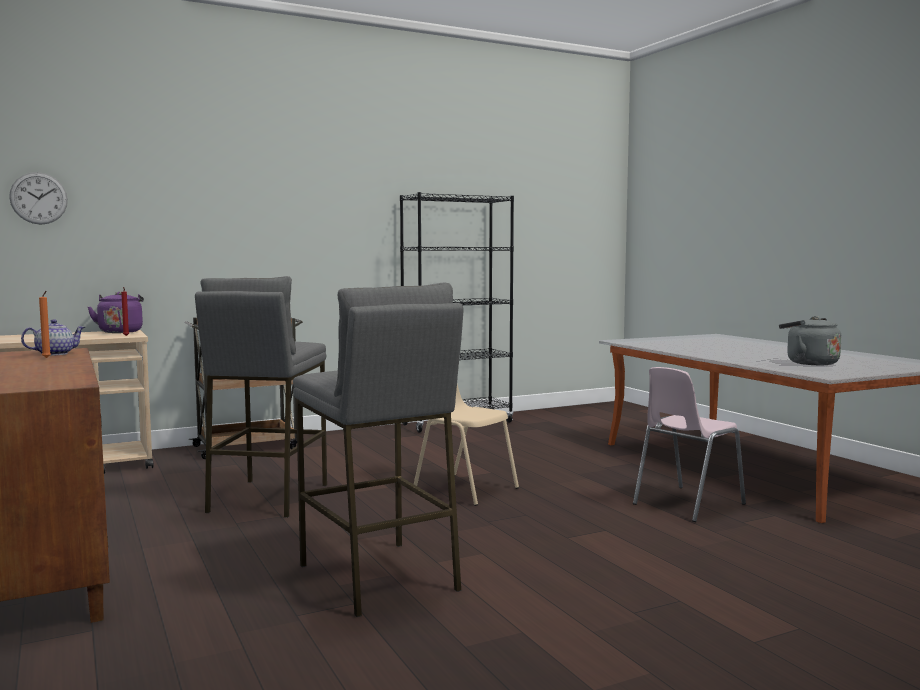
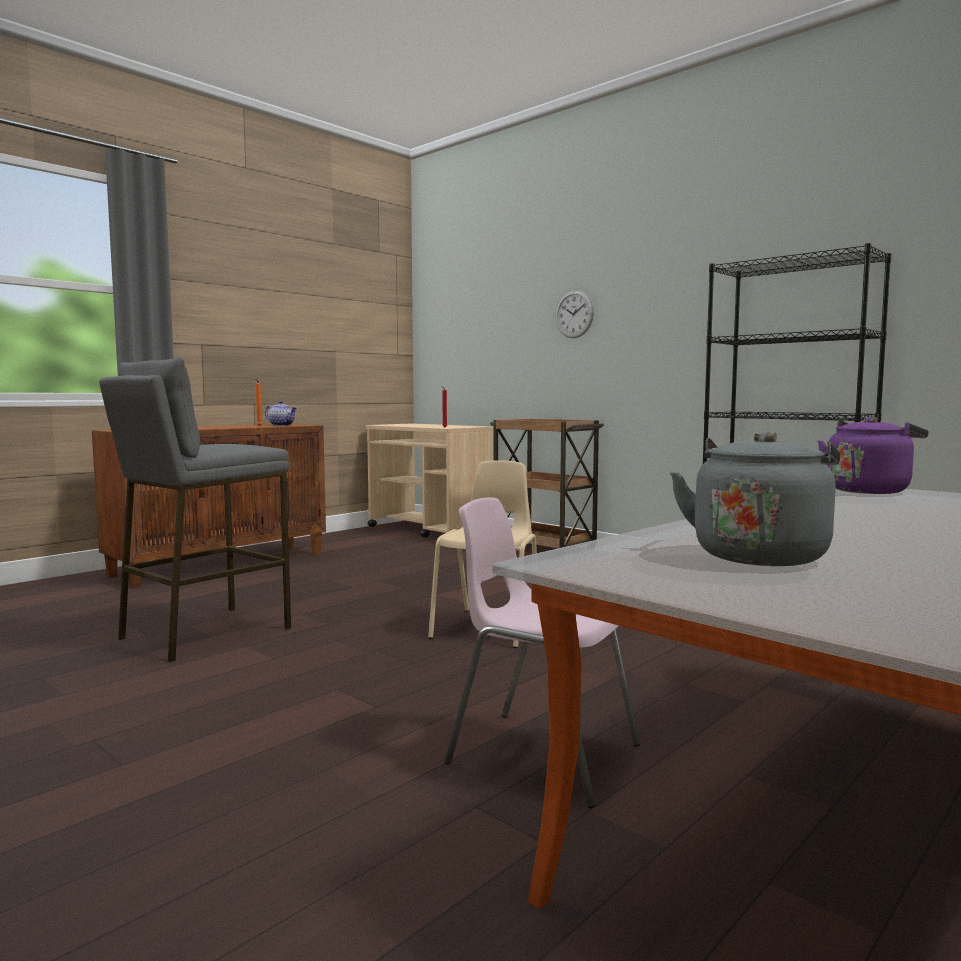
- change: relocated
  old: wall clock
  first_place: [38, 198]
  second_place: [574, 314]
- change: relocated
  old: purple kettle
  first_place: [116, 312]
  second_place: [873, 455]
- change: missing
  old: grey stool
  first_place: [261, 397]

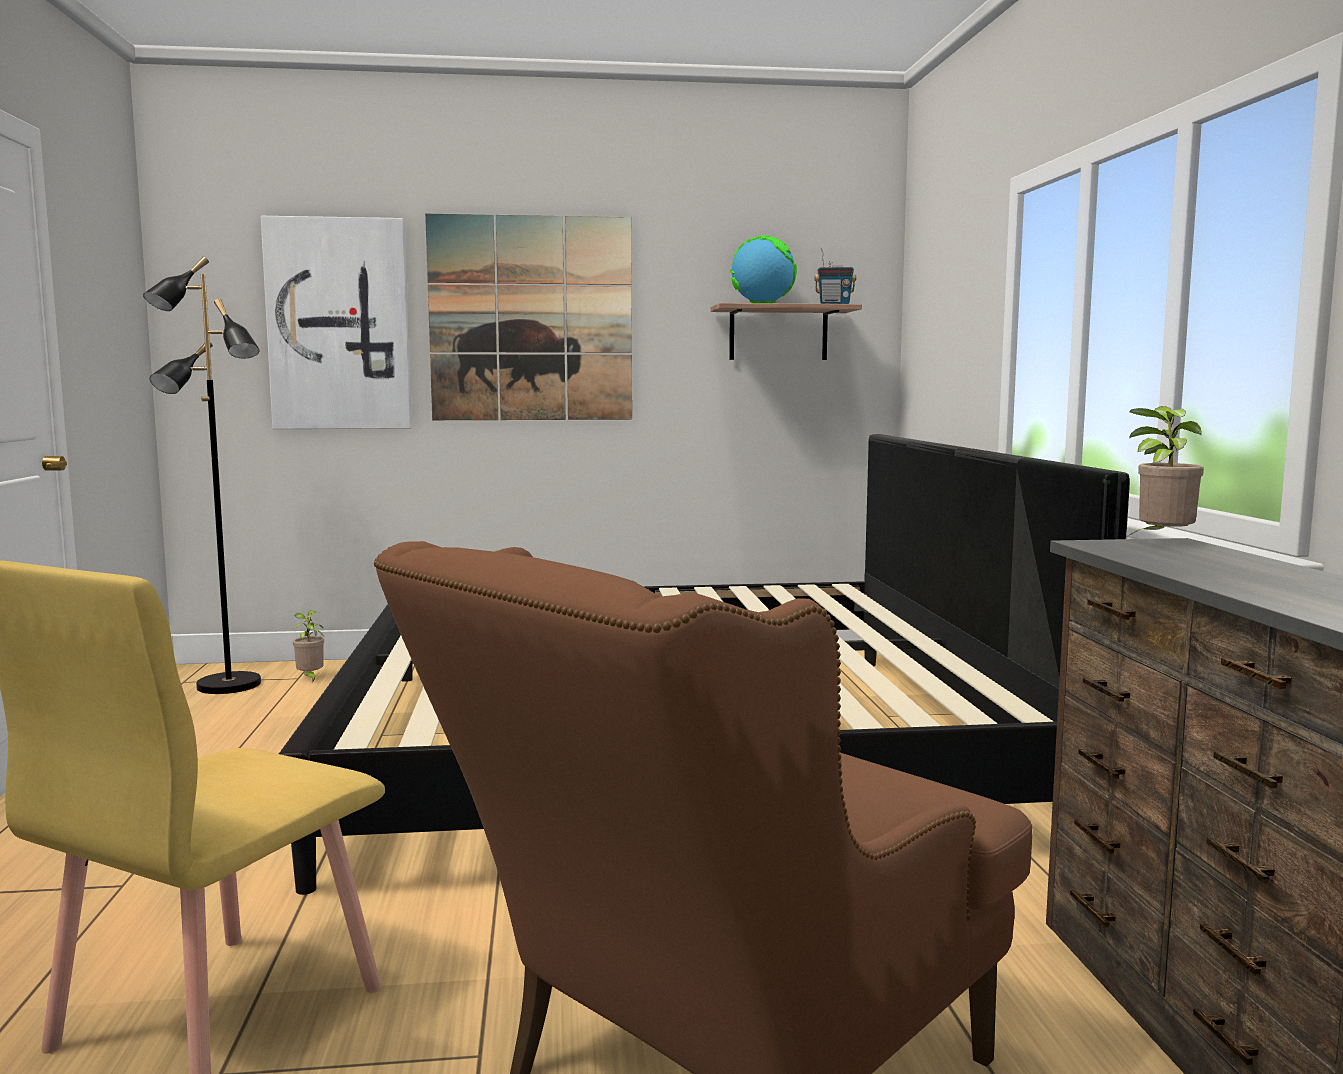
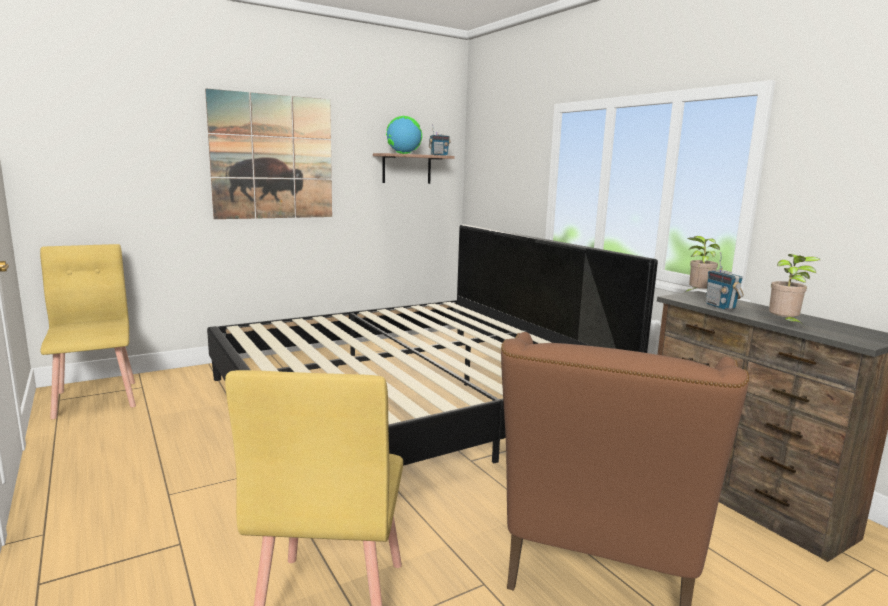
- change: exchanged
  old: black floor lamp
  new: yellow chair
  first_place: [202, 475]
  second_place: [88, 331]
- change: appeared
  new: radio
  second_place: [725, 281]
- change: relocated
  old: potted plant
  first_place: [307, 645]
  second_place: [794, 288]
- change: missing
  old: picture
  first_place: [336, 322]

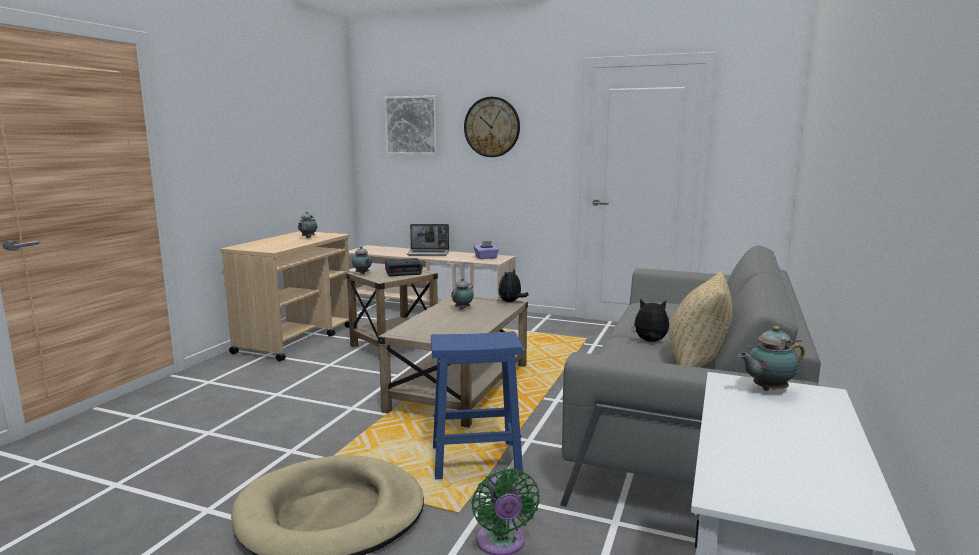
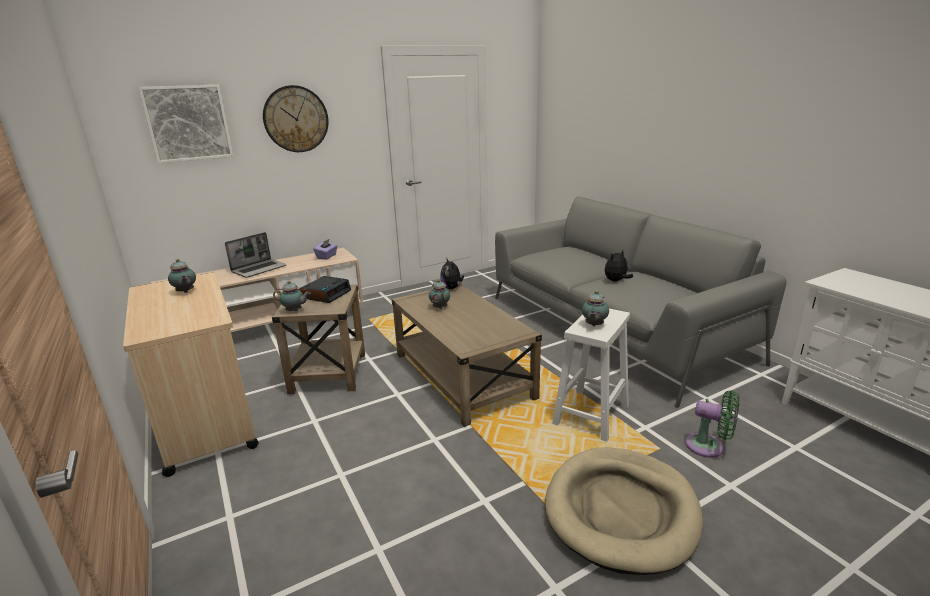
- change: colour
  old: blue stool
  new: white stool
  first_place: [477, 405]
  second_place: [591, 375]
- change: relocated
  old: teapot
  first_place: [771, 358]
  second_place: [595, 308]
- change: missing
  old: beige pillow
  first_place: [700, 319]

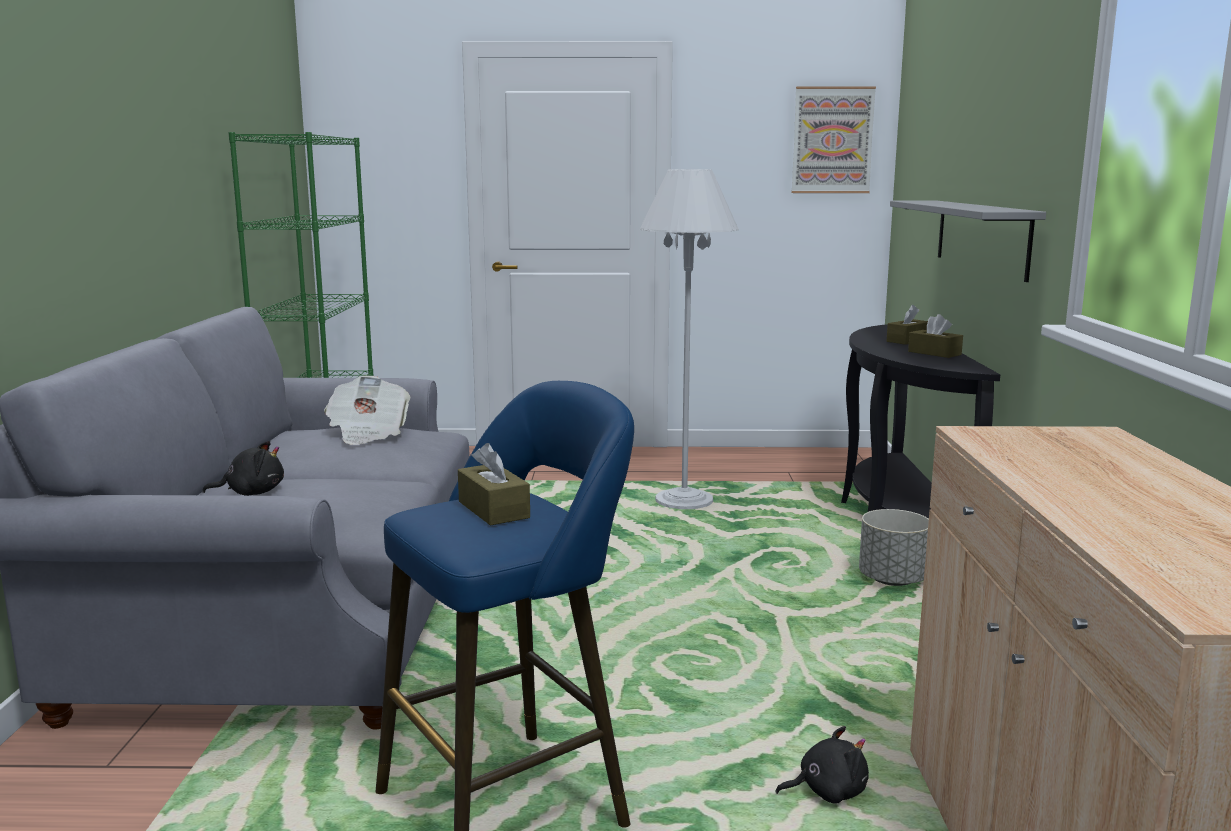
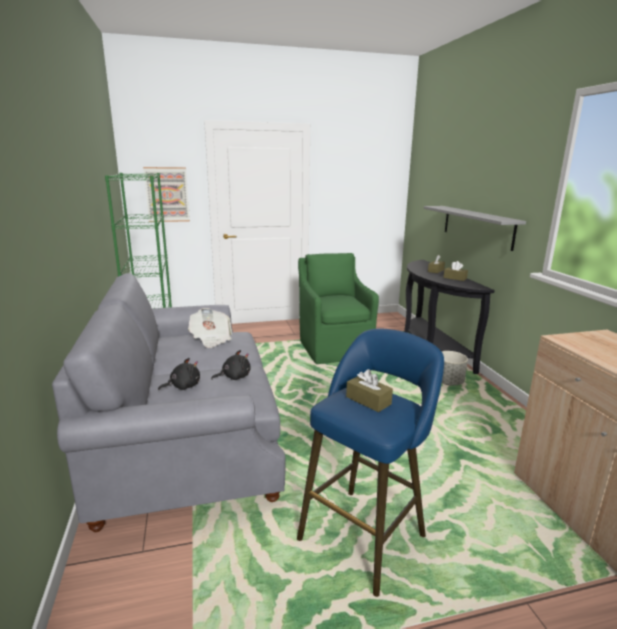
- change: relocated
  old: picture
  first_place: [834, 139]
  second_place: [166, 194]
- change: relocated
  old: black plush toy
  first_place: [822, 765]
  second_place: [231, 365]
- change: exchanged
  old: white floor lamp
  new: green armchair
  first_place: [689, 339]
  second_place: [338, 308]

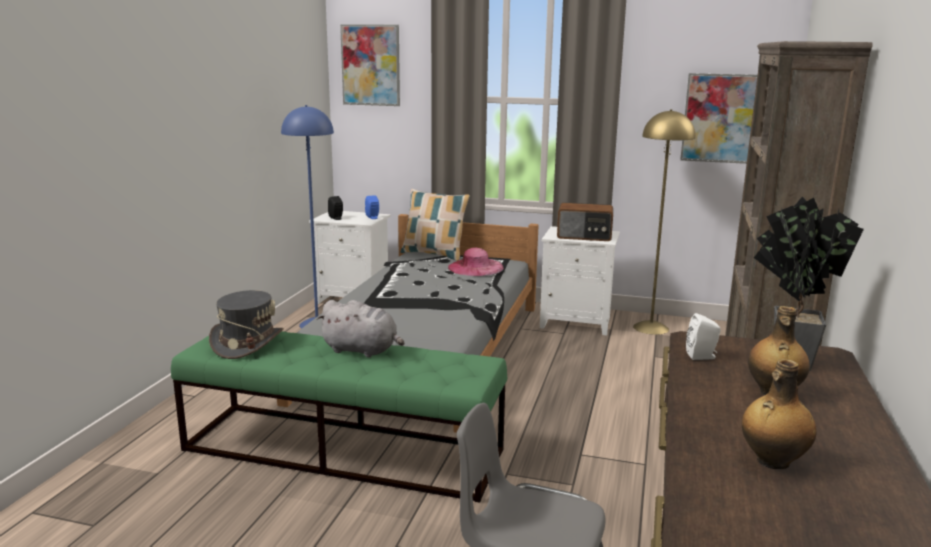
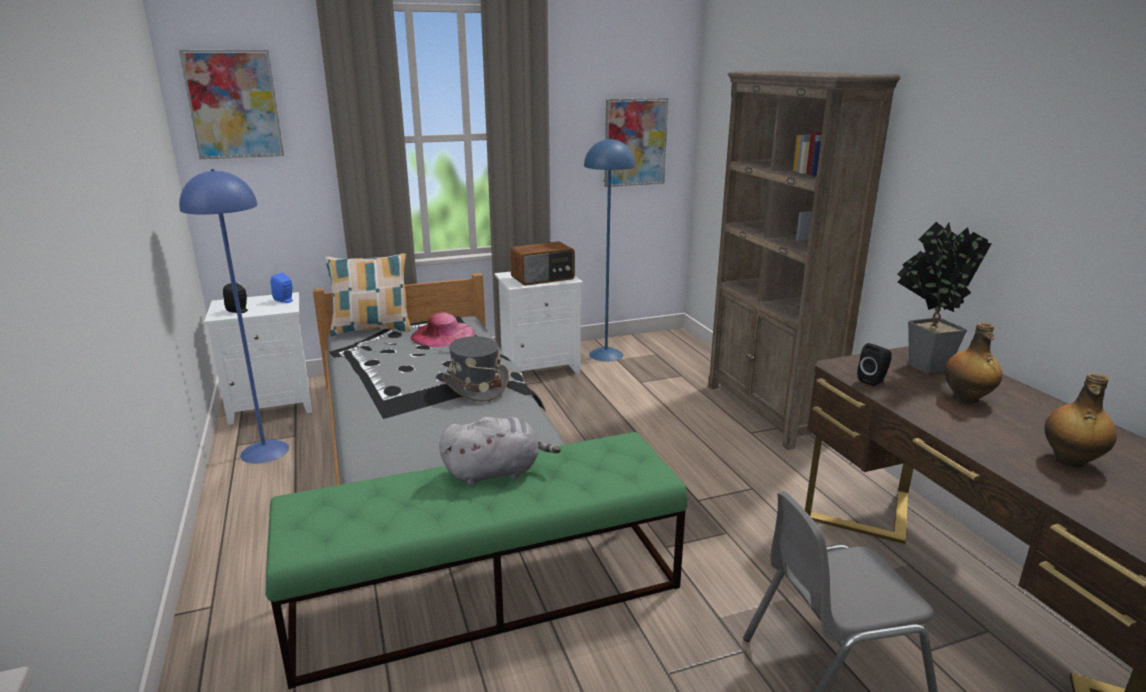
- change: relocated
  old: grey hat
  first_place: [246, 324]
  second_place: [475, 369]
- change: colour
  old: yellow floor lamp
  new: blue floor lamp
  first_place: [664, 222]
  second_place: [609, 250]
- change: colour
  old: white speaker
  new: black speaker
  first_place: [703, 336]
  second_place: [874, 364]

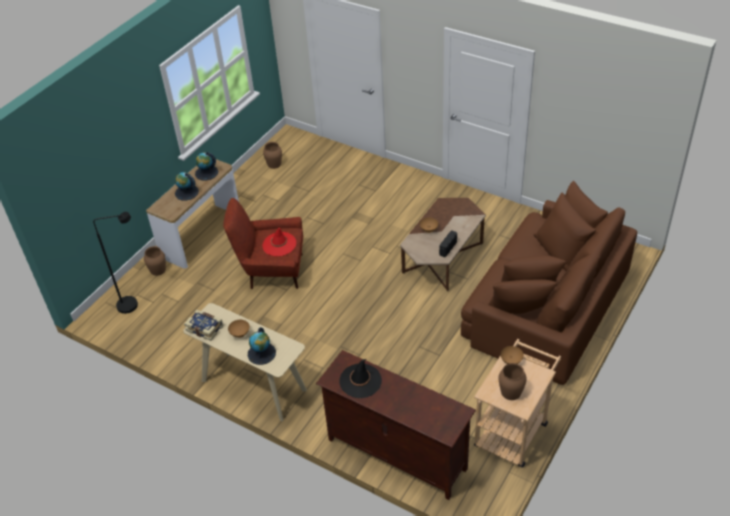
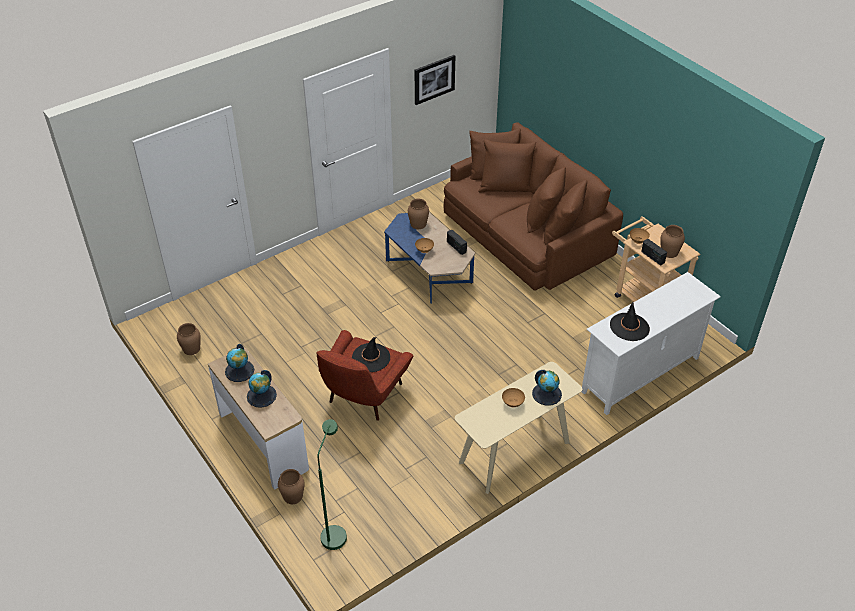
- change: colour
  old: black floor lamp
  new: green floor lamp
  first_place: [115, 263]
  second_place: [332, 484]
- change: colour
  old: red hat
  new: black hat
  first_place: [279, 242]
  second_place: [371, 354]
- change: colour
  old: brown coffee table
  new: blue coffee table
  first_place: [443, 244]
  second_place: [429, 258]
- change: appeared
  new: brown vase
  second_place: [418, 214]
- change: appeared
  new: picture
  second_place: [435, 80]
- change: colour
  old: brown tv stand
  new: white tv stand
  first_place: [396, 425]
  second_place: [651, 343]
- change: appeared
  new: radio
  second_place: [654, 252]
- change: missing
  old: book
  first_place: [203, 325]

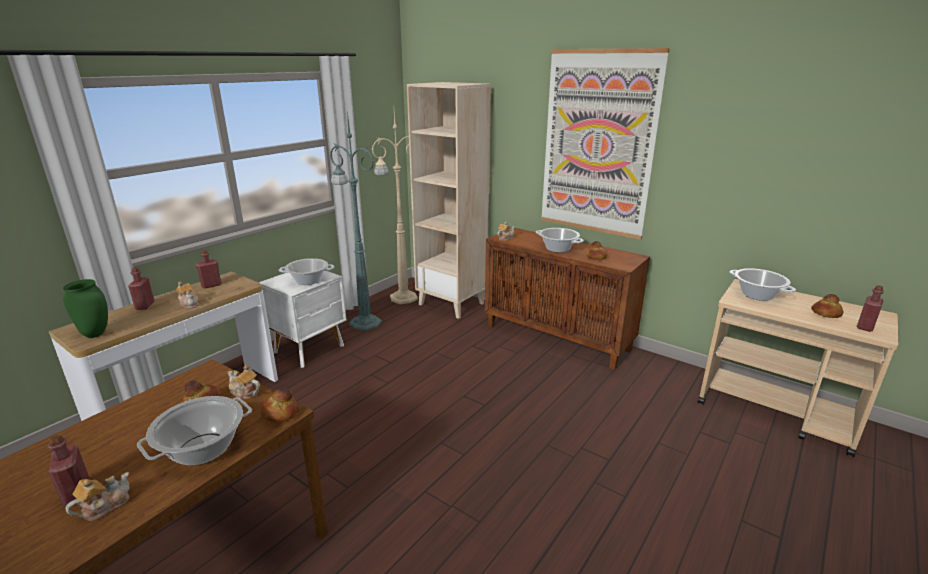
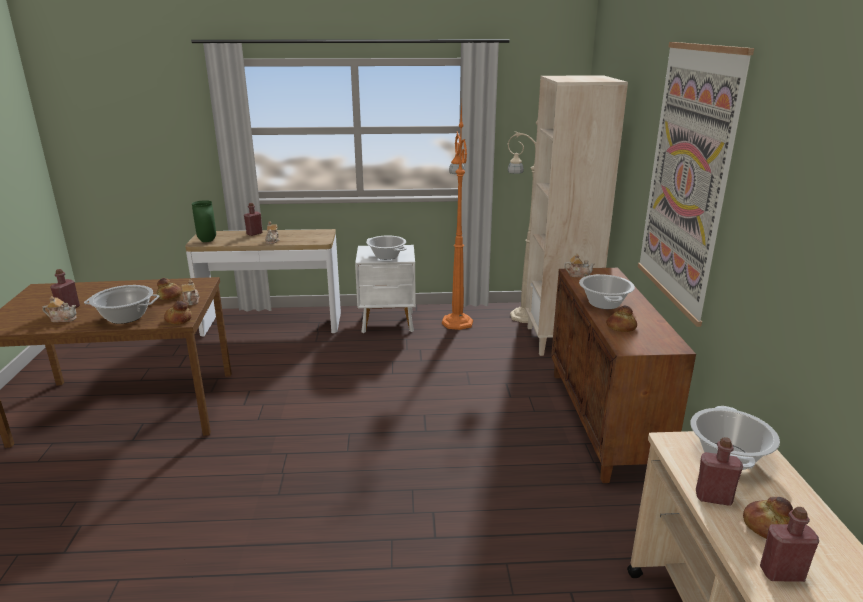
- change: colour
  old: green floor lamp
  new: orange floor lamp
  first_place: [356, 221]
  second_place: [457, 215]
- change: relocated
  old: red bottle
  first_place: [208, 268]
  second_place: [719, 471]

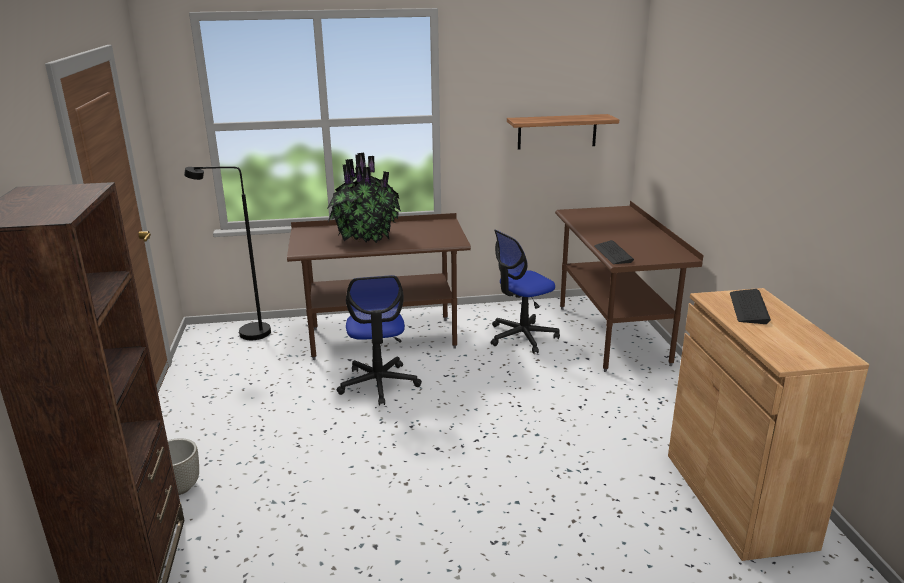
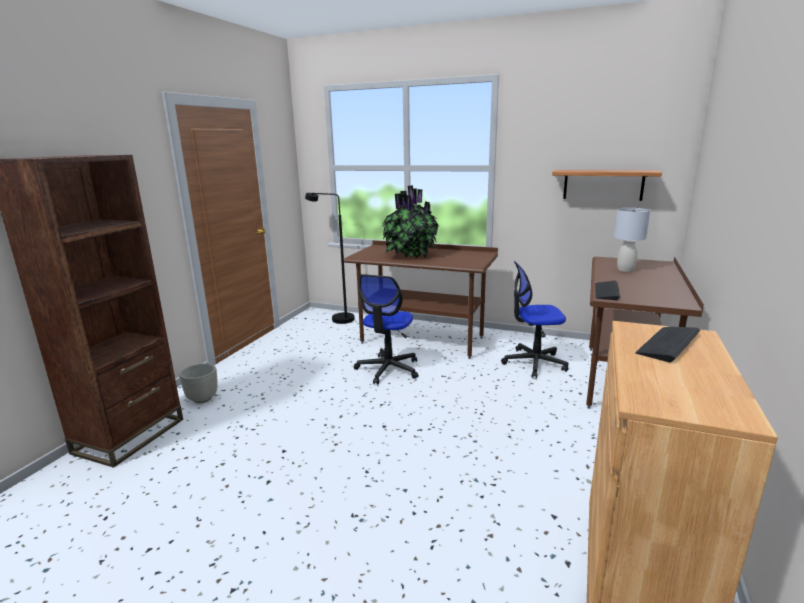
- change: appeared
  new: grey table lamp
  second_place: [632, 240]

